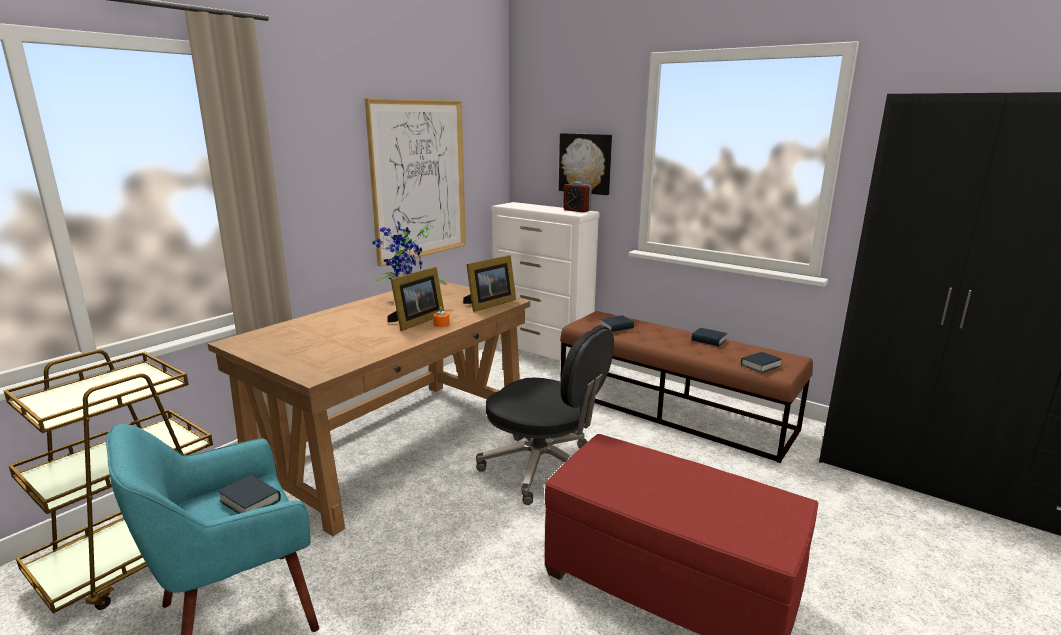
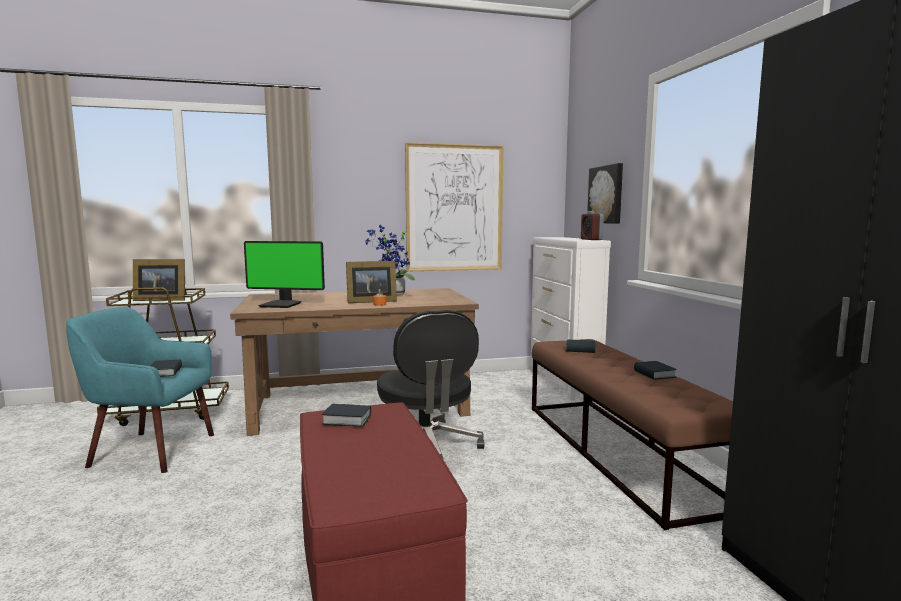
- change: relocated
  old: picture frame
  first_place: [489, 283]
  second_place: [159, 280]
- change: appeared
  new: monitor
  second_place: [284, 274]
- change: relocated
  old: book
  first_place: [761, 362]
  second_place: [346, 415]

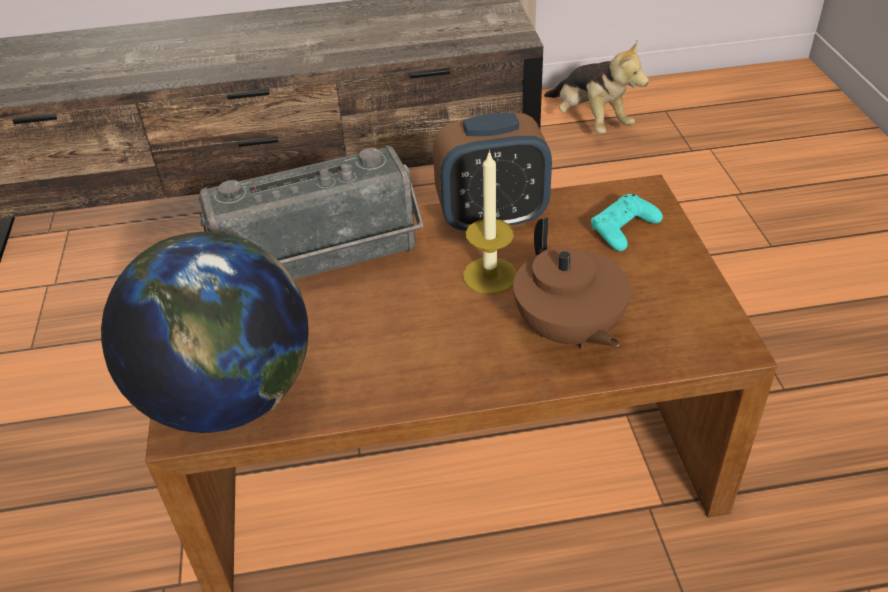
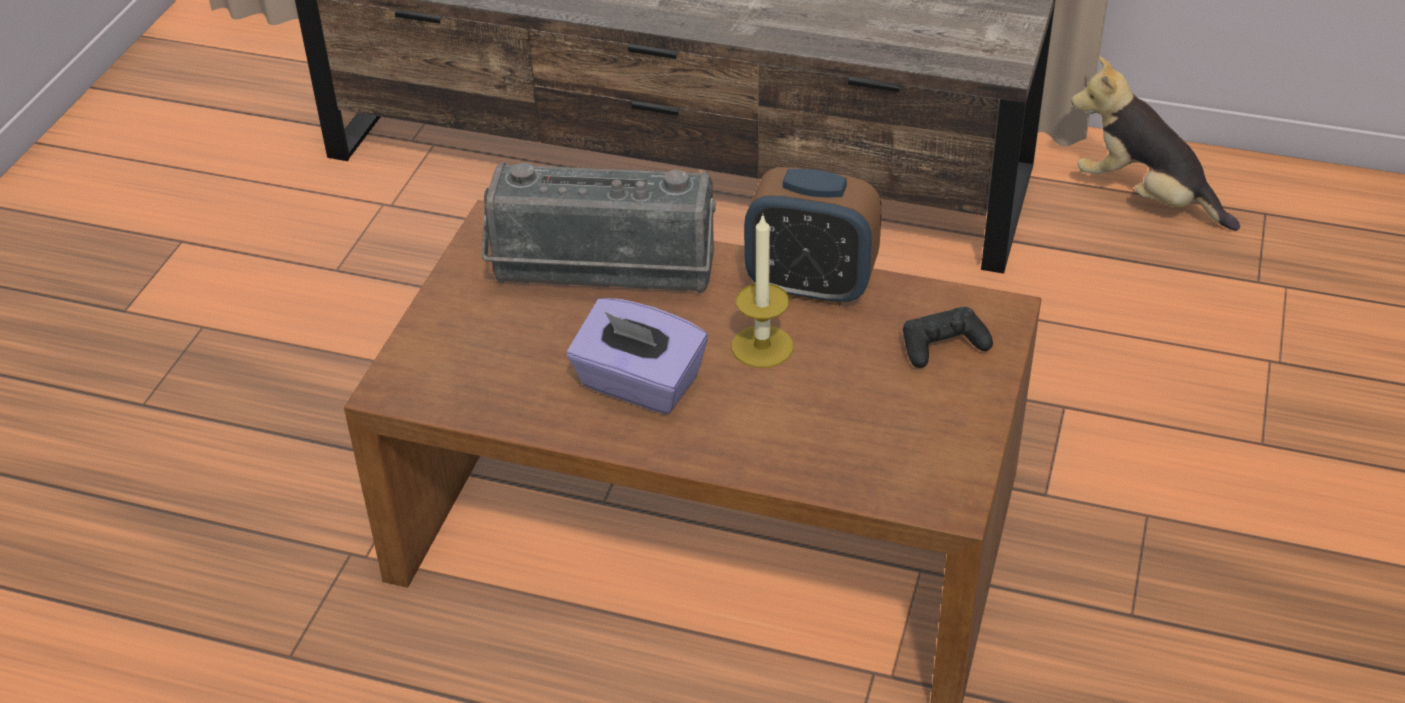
- change: appeared
  new: purple tissue box
  second_place: [637, 356]
- change: colour
  old: turquoise game controller
  new: black game controller
  first_place: [627, 222]
  second_place: [948, 337]
- change: spun
  old: plush toy
  first_place: [596, 86]
  second_place: [1155, 143]
  degrees: 135
- change: missing
  old: globe
  first_place: [205, 332]
- change: missing
  old: brown teapot
  first_place: [572, 283]

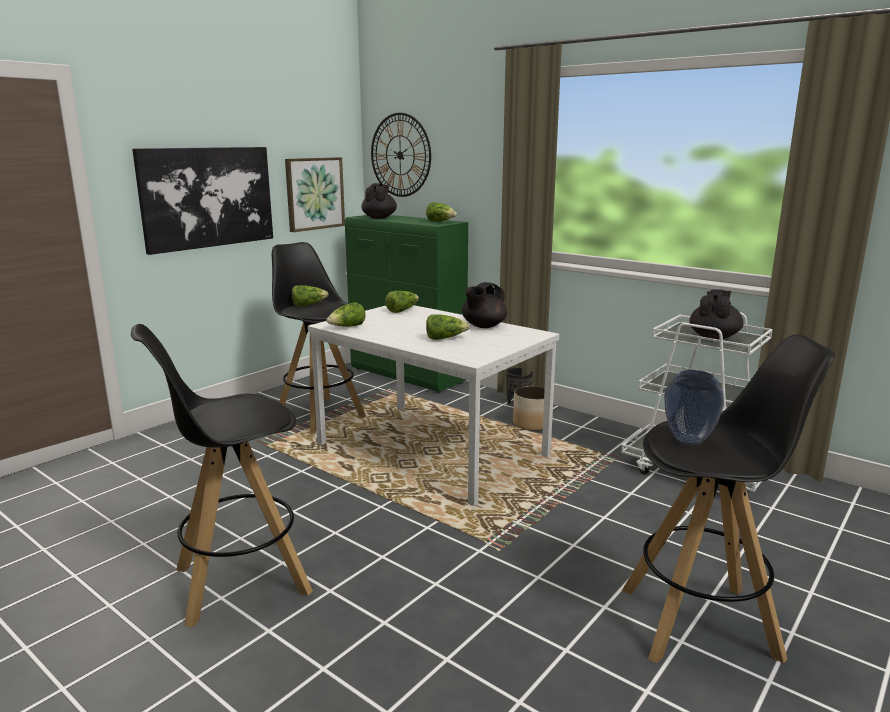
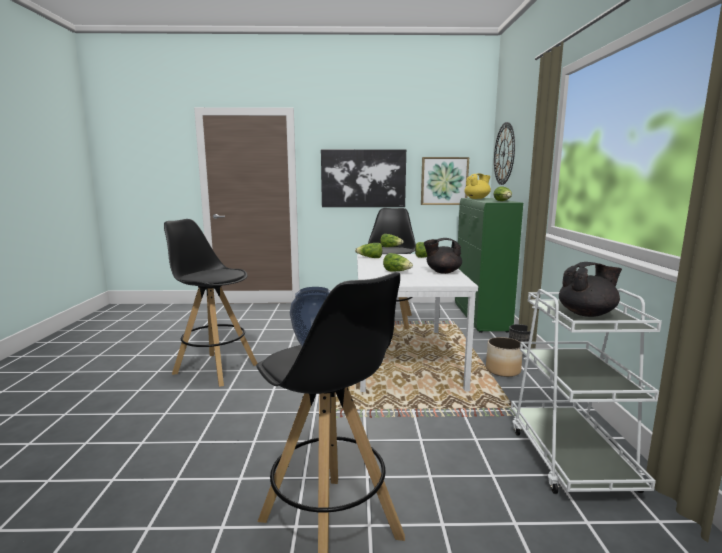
- change: colour
  old: black teapot
  new: yellow teapot
  first_place: [379, 201]
  second_place: [477, 186]

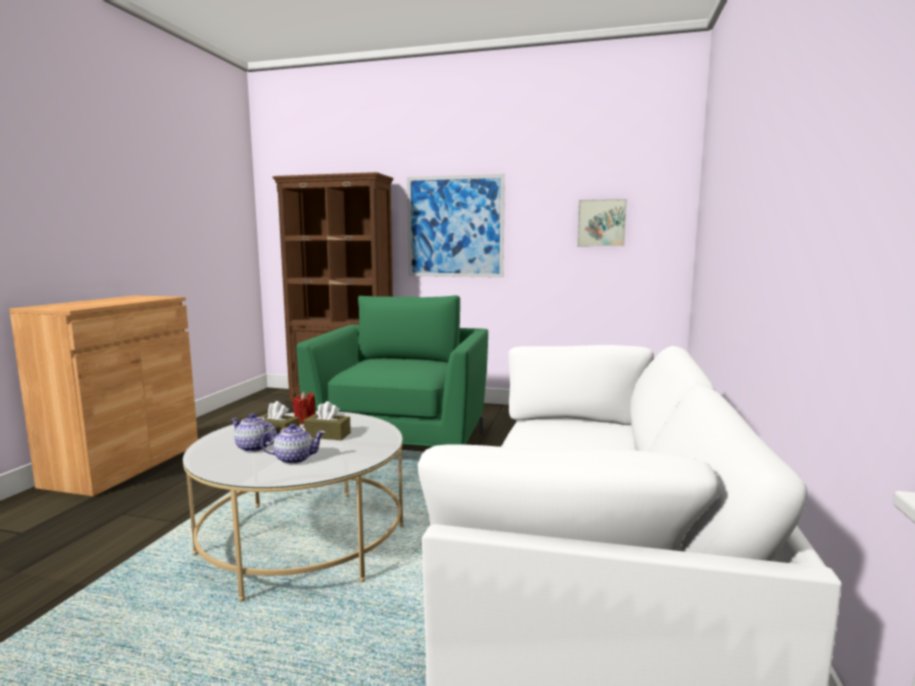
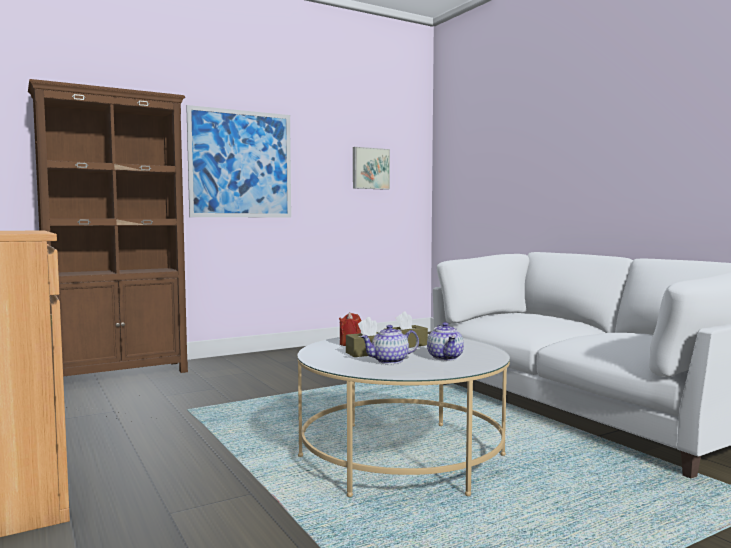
- change: spun
  old: teapot
  first_place: [292, 444]
  second_place: [445, 341]
  degrees: 135
- change: missing
  old: green armchair
  first_place: [392, 371]

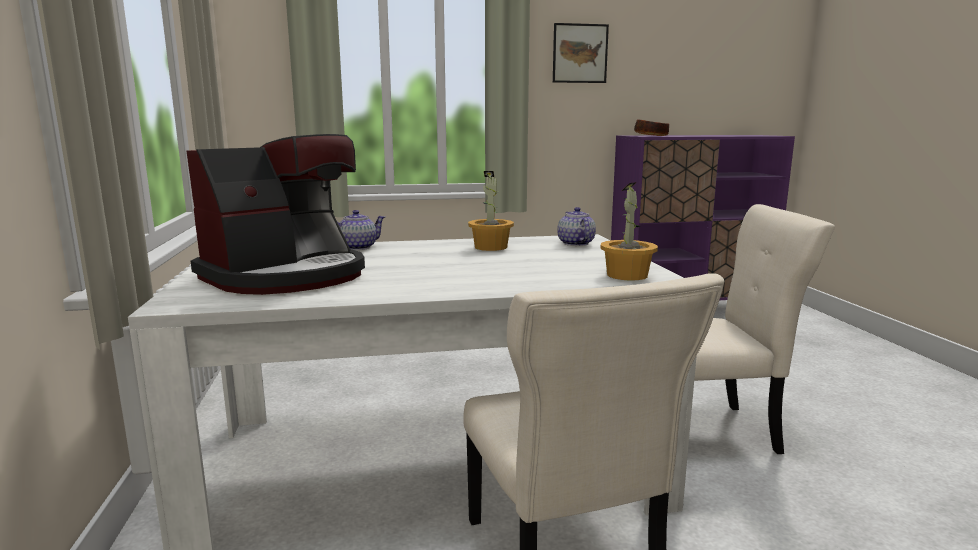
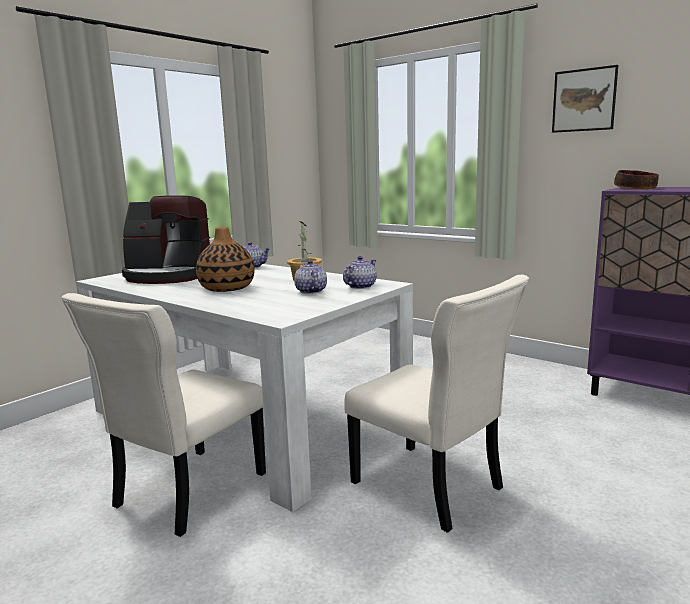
- change: appeared
  new: vase
  second_place: [225, 259]
- change: appeared
  new: teapot
  second_place: [310, 277]
- change: missing
  old: potted plant
  first_place: [629, 231]

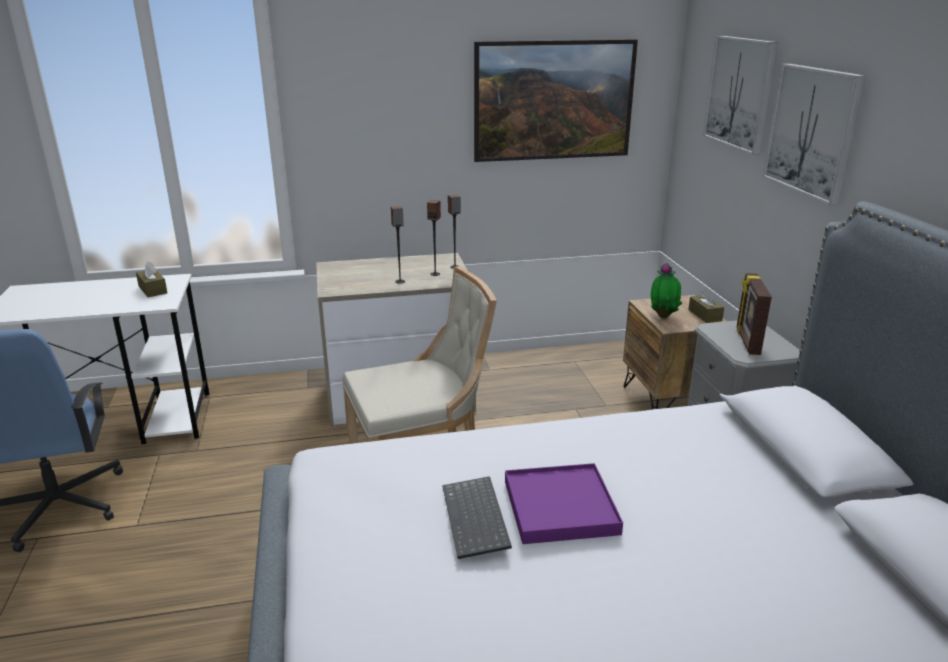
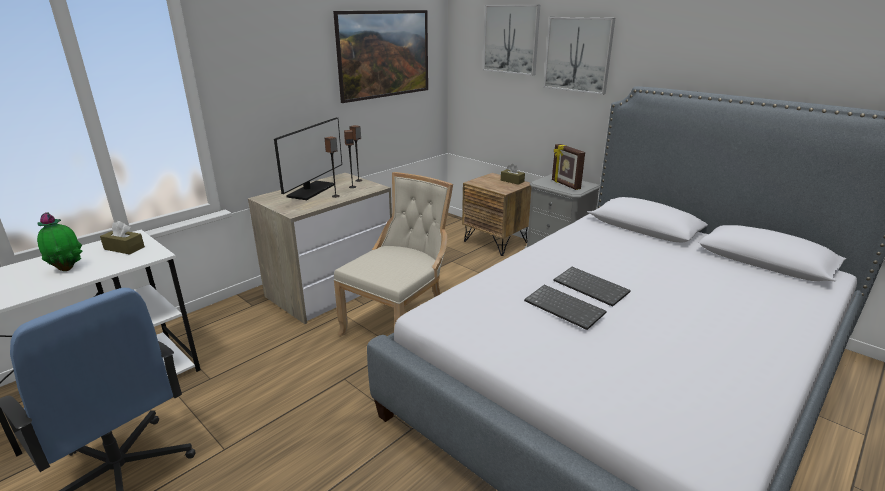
- change: relocated
  old: potted plant
  first_place: [666, 290]
  second_place: [60, 241]
- change: appeared
  new: monitor
  second_place: [308, 158]
- change: exchanged
  old: purple tray
  new: keyboard
  first_place: [564, 503]
  second_place: [592, 287]

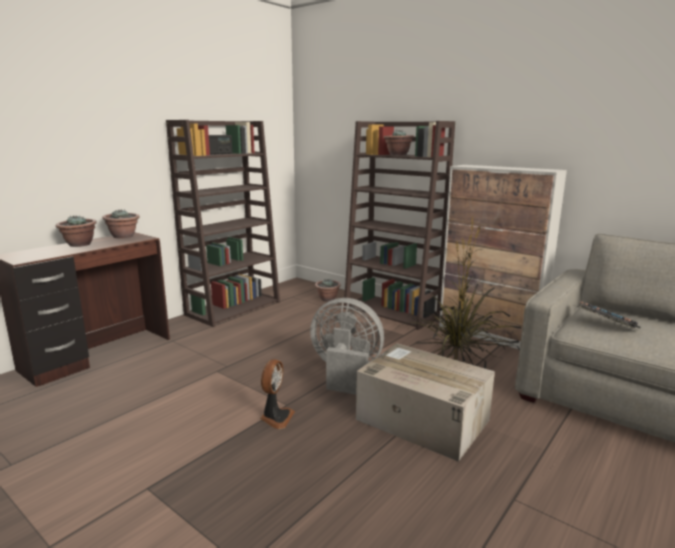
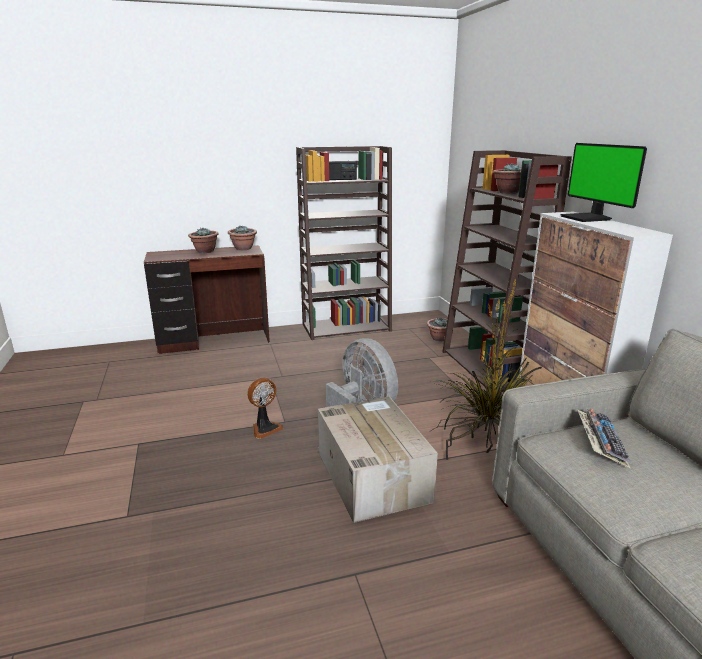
- change: appeared
  new: monitor
  second_place: [603, 182]

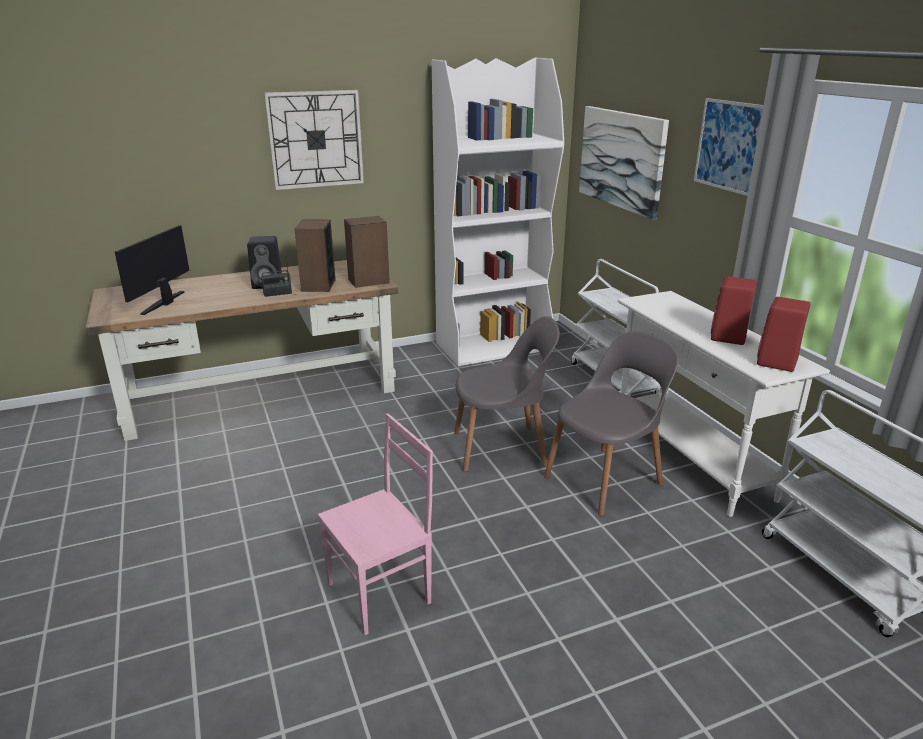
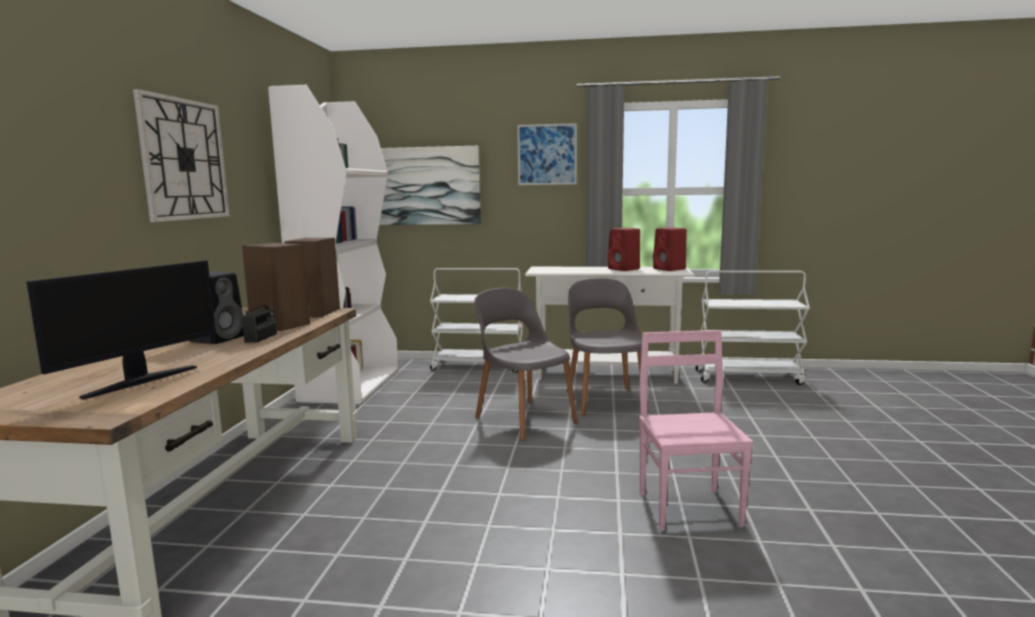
- change: spun
  old: monitor
  first_place: [152, 270]
  second_place: [121, 329]
  degrees: -105
- change: spun
  old: grey chair
  first_place: [507, 394]
  second_place: [526, 364]
  degrees: -60

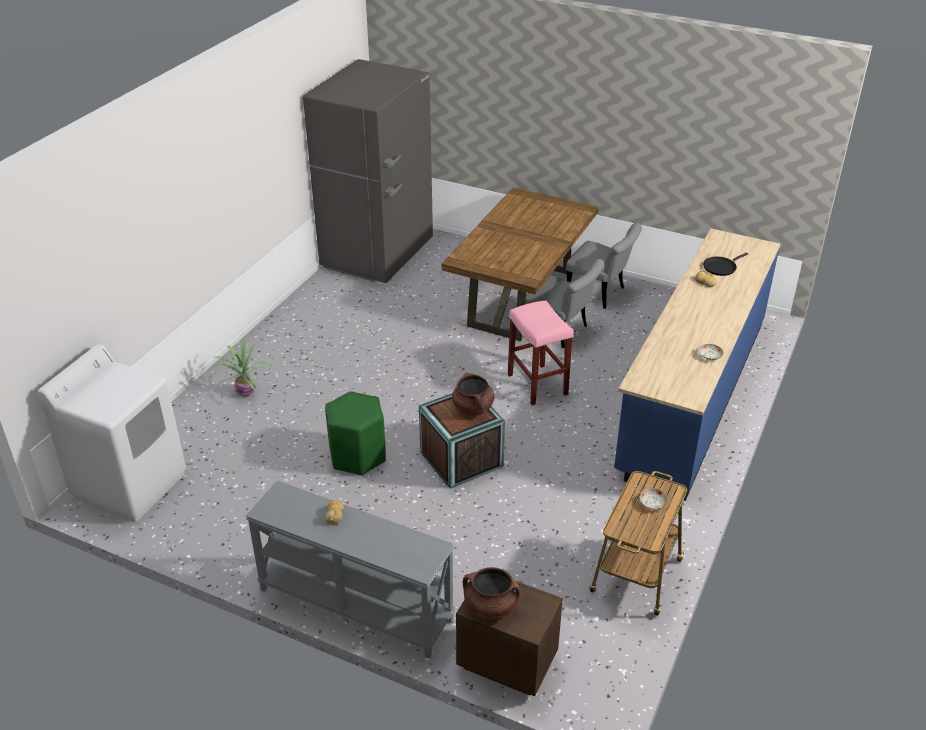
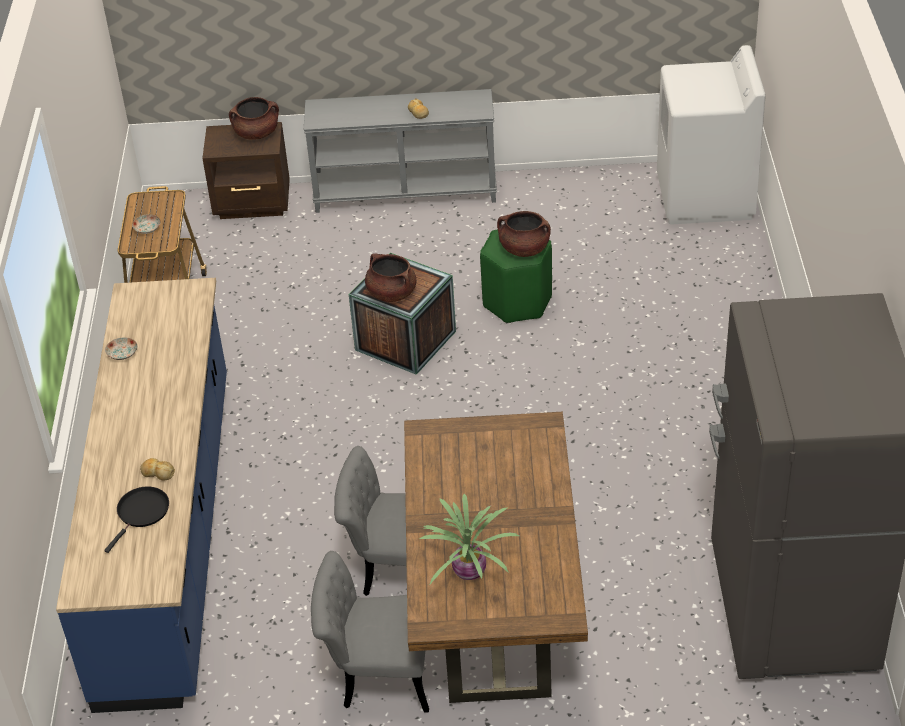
- change: relocated
  old: potted plant
  first_place: [246, 367]
  second_place: [469, 539]
- change: appeared
  new: brown cooking pot
  second_place: [524, 234]
- change: missing
  old: pink stool
  first_place: [541, 352]

